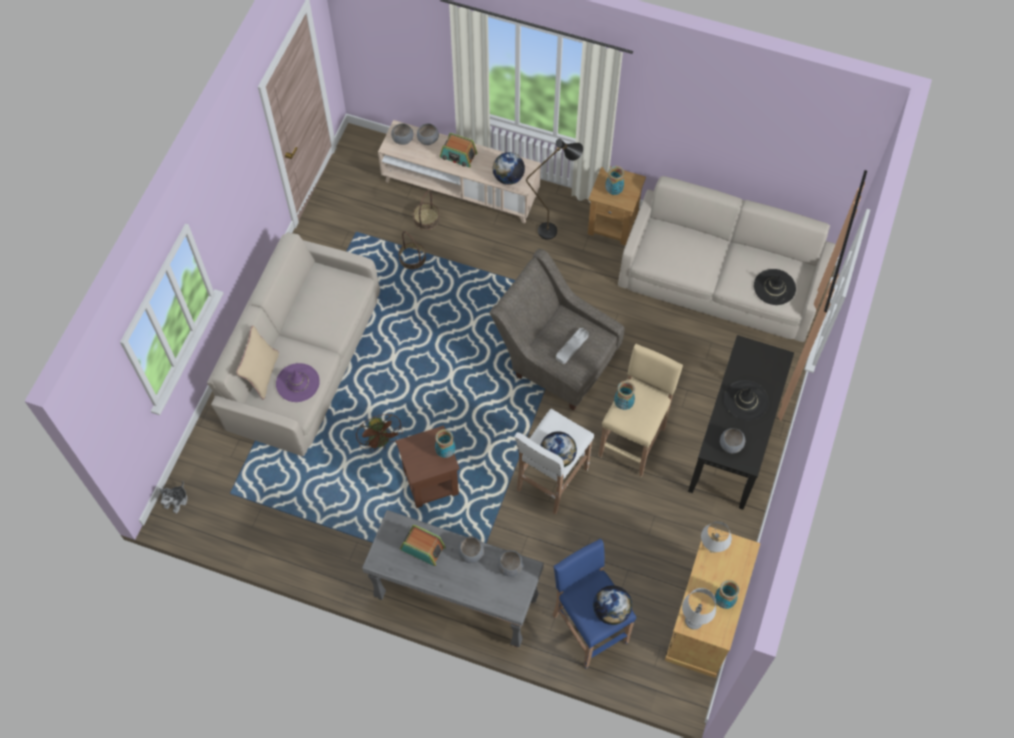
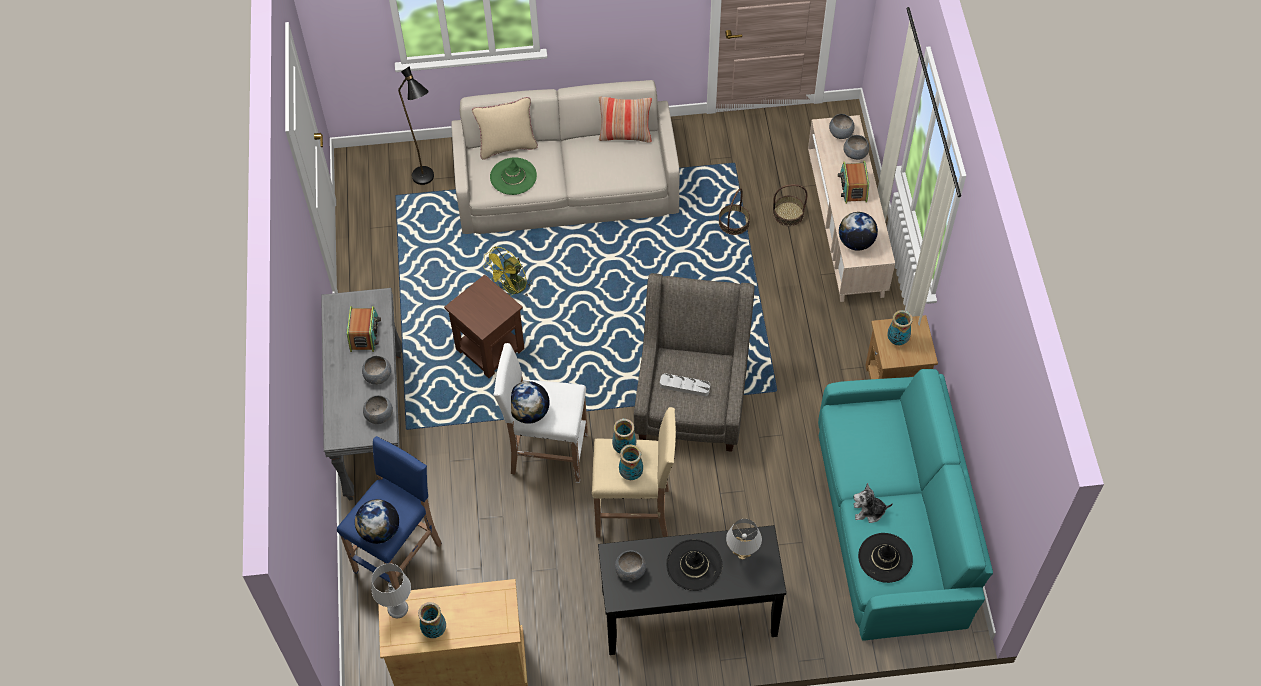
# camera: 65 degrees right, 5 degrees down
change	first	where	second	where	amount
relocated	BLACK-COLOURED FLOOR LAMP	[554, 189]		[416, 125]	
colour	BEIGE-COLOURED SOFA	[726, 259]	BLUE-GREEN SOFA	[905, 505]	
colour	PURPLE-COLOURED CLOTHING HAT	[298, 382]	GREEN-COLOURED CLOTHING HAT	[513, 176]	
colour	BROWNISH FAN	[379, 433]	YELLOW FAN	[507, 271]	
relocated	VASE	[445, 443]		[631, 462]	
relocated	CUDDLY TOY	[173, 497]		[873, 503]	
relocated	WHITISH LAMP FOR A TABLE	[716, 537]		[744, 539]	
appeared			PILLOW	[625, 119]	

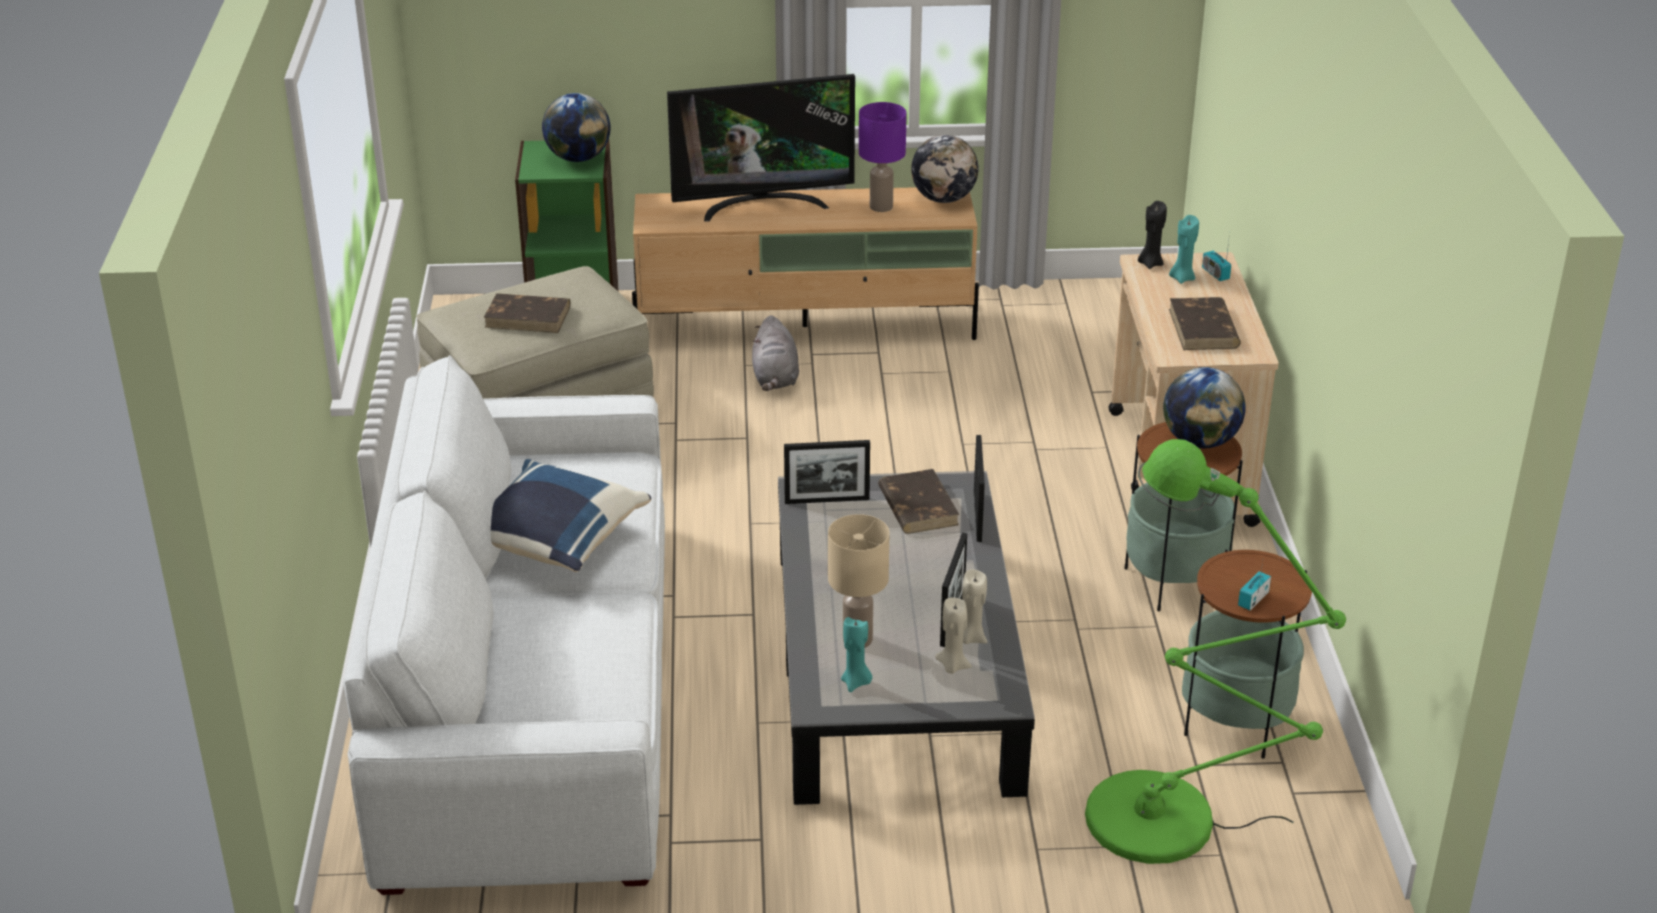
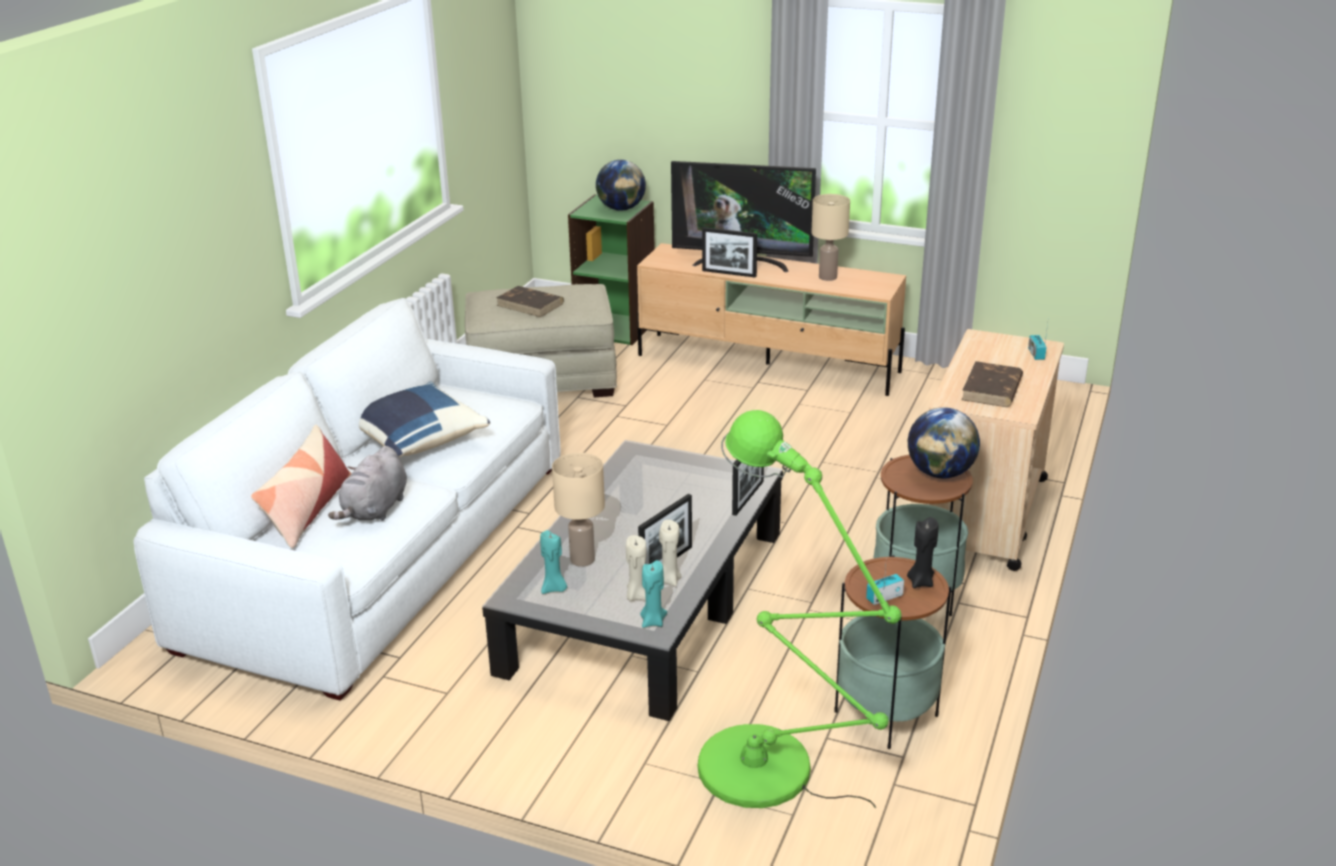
# camera: 25 degrees right, 5 degrees down
change	first	where	second	where	amount
colour	PURPLE-COLOURED LAMP FOR A TABLE	[883, 157]	BEIGE-COLOURED LAMP FOR A TABLE	[830, 237]	
missing	GLOBE	[944, 169]			
relocated	BLACK-COLOURED WAX LIGHT	[1152, 235]		[922, 552]	
relocated	BLUE-GREEN WAX LIGHT	[1184, 249]		[653, 594]	
relocated	GREYISH CUDDLY TOY	[775, 353]		[367, 483]	
relocated	PHOTO FRAME	[827, 472]		[729, 252]	
missing	BROWNISH VOLUME	[918, 501]			
appeared			PILLOW	[301, 486]	

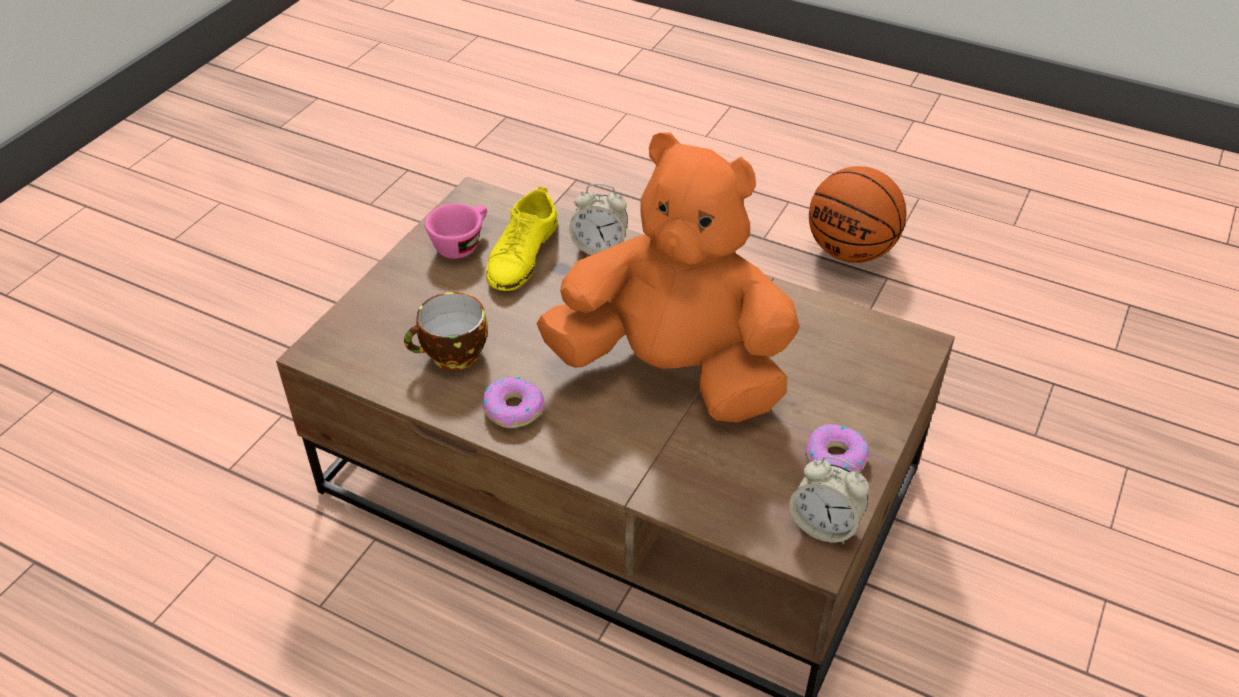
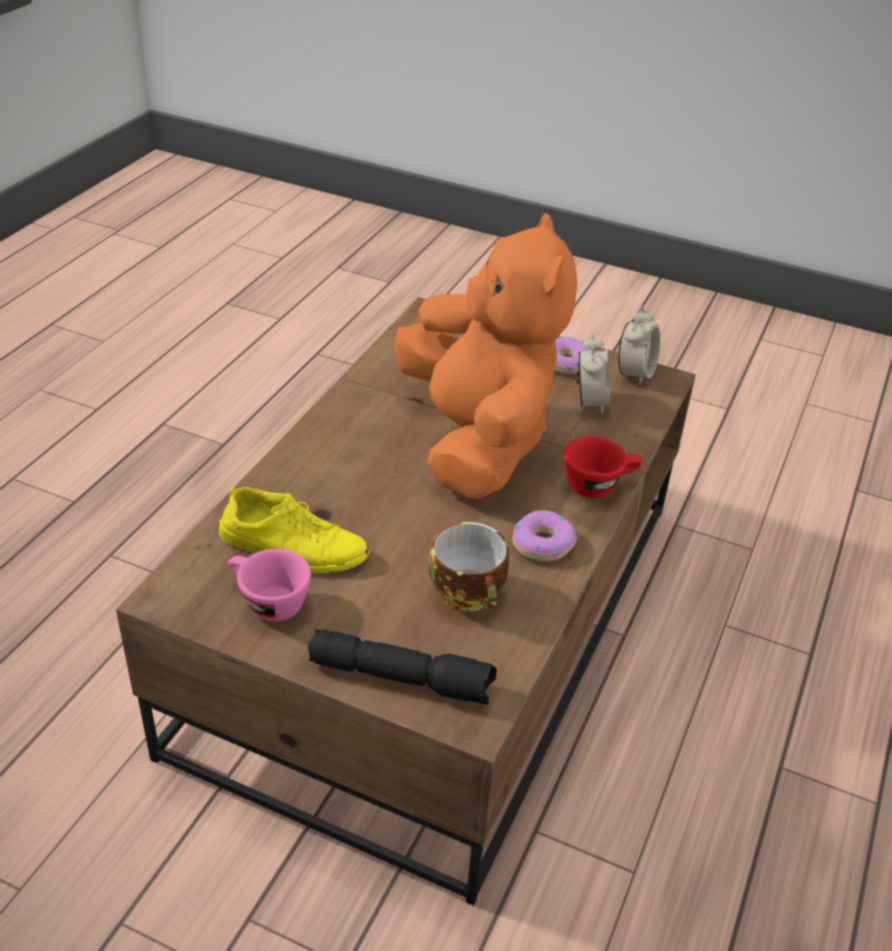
# camera: 95 degrees left, 5 degrees down
change	first	where	second	where	amount
spun	ORANGE-COLOURED CUDDLY TOY	[668, 277]		[485, 356]	150 degrees clockwise
missing	BASKETBALL	[858, 214]			
relocated	TABLE CLOCK	[598, 219]		[593, 374]	
appeared			REDDISH SMALL CUP	[603, 467]	
appeared			BLACK-COLOURED FLASHLIGHT	[402, 667]	

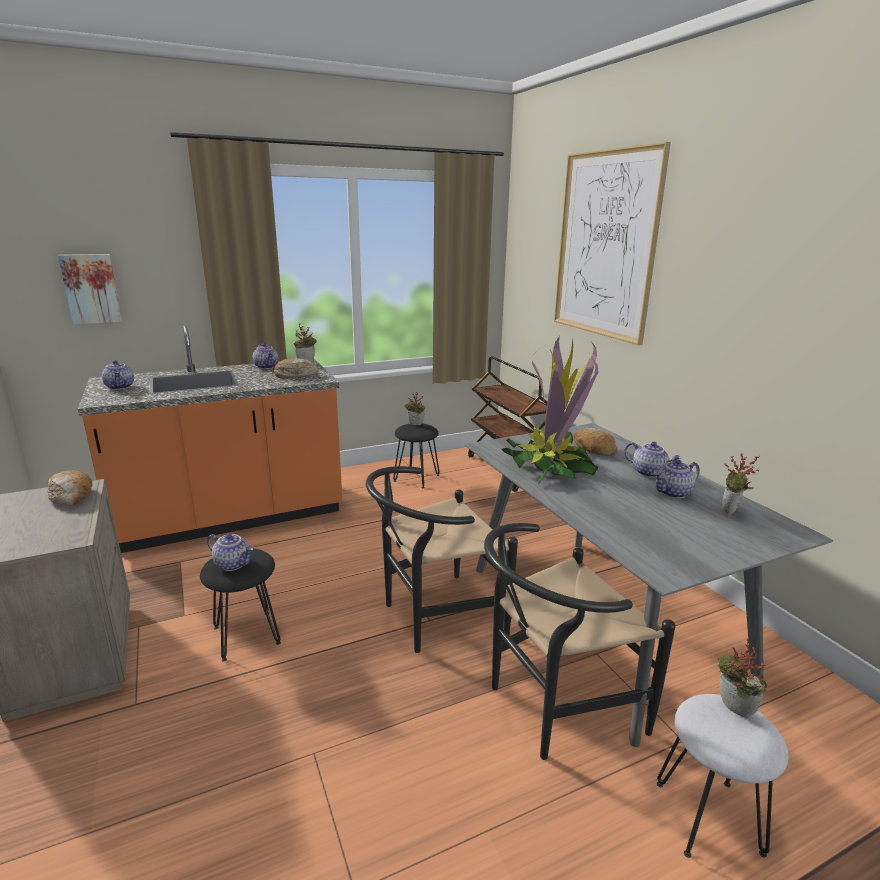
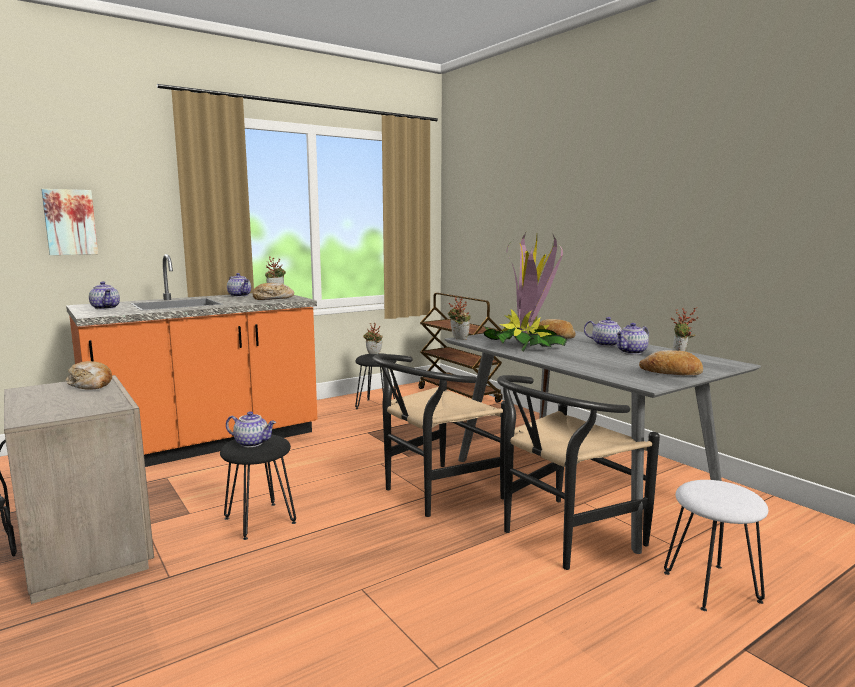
# camera: 10 degrees left, 10 degrees down
change	first	where	second	where	amount
missing	PICTURE	[612, 243]			
relocated	PLANT IN A POT	[742, 678]		[459, 318]	
appeared			BAKED BREAD	[671, 363]	

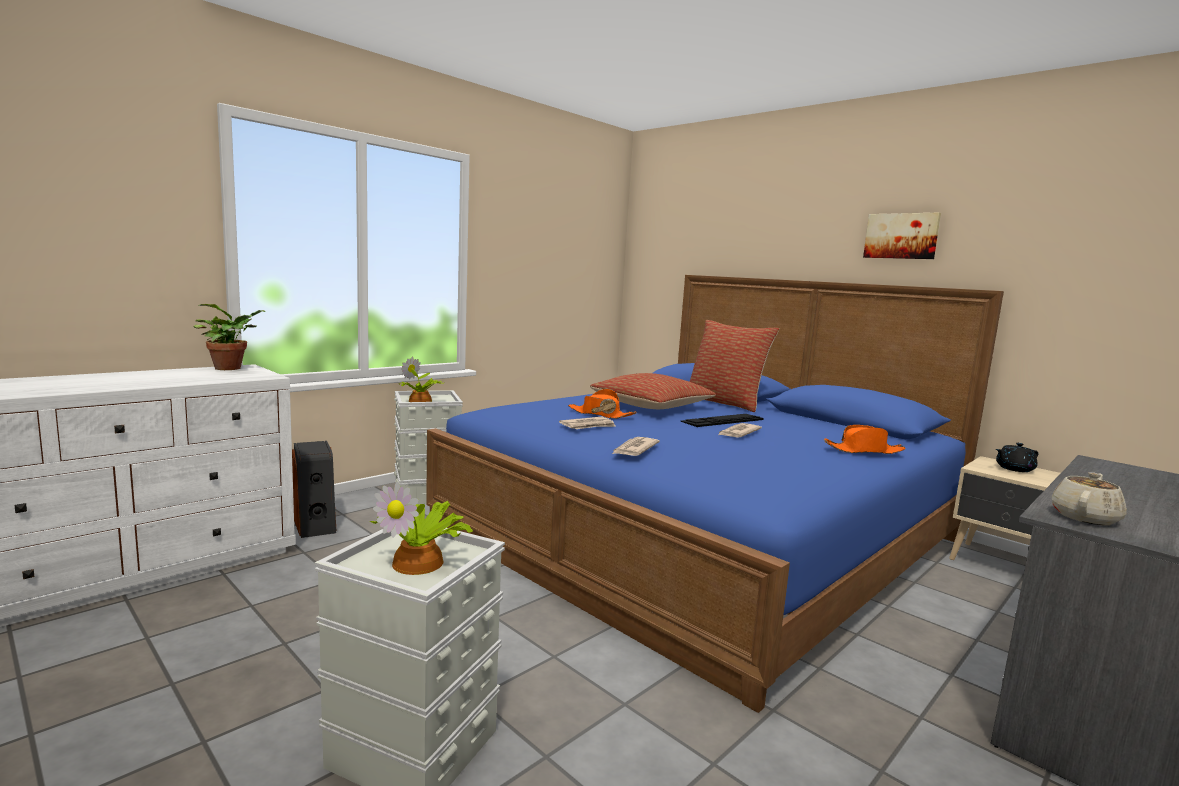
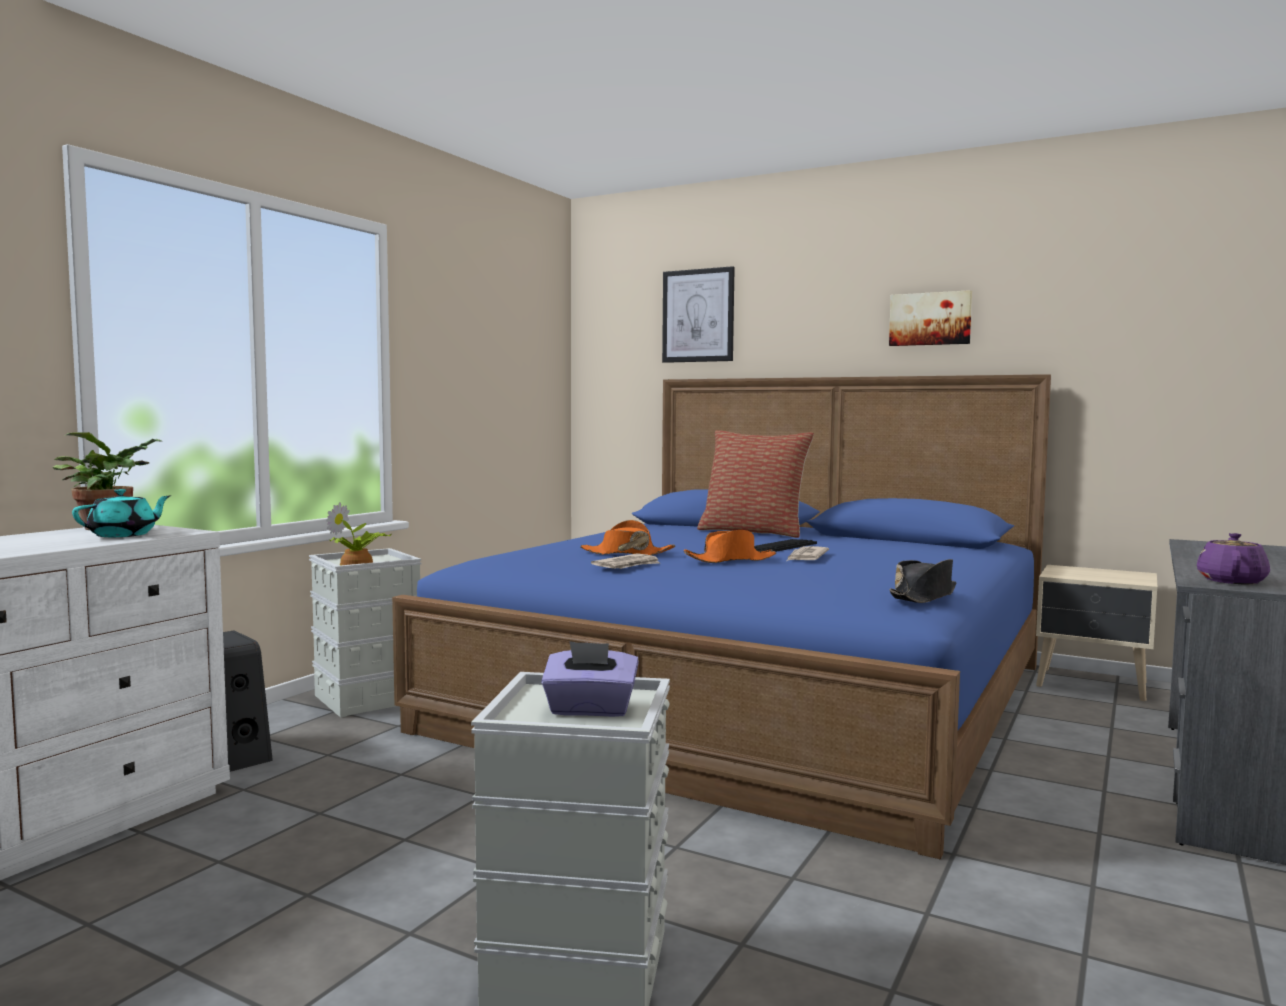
# camera: 15 degrees left, 5 degrees down
change	first	where	second	where	amount
missing	PILLOW	[653, 391]			
relocated	ORANGE-COLOURED CLOTHING HAT	[865, 439]		[730, 546]	
missing	NEWSPAPER	[636, 446]			
missing	BLACK-COLOURED TEAPOT	[1017, 457]			
colour	BEIGE-COLOURED TEAPOT	[1089, 498]	PURPLE-COLOURED TEAPOT	[1233, 558]	
exchanged	PLANT IN A POT	[421, 528]	PURPLE-COLOURED TISSUE BOX	[590, 679]	
appeared			PICTURE	[698, 314]	
appeared			BLUE-GREEN TEAPOT	[121, 513]	
appeared			BLACK-COLOURED CLOTHING HAT	[922, 581]	

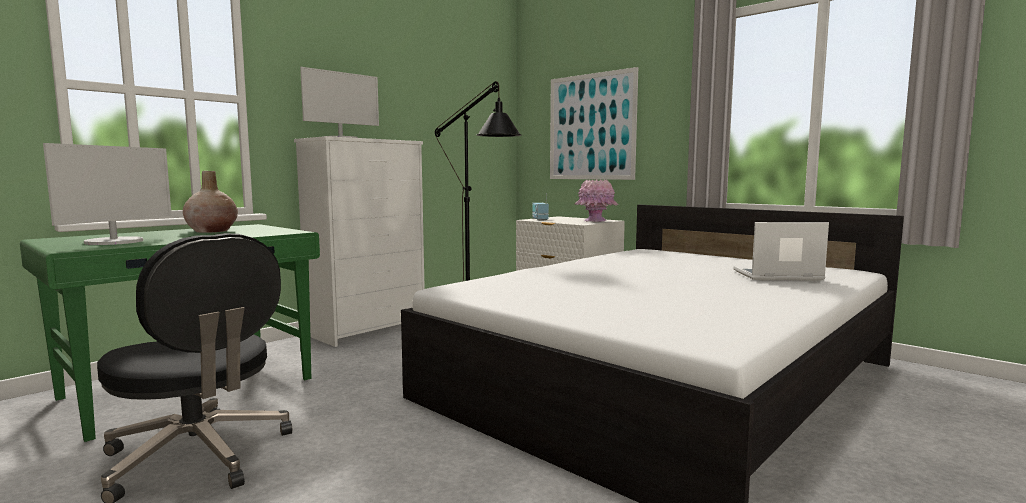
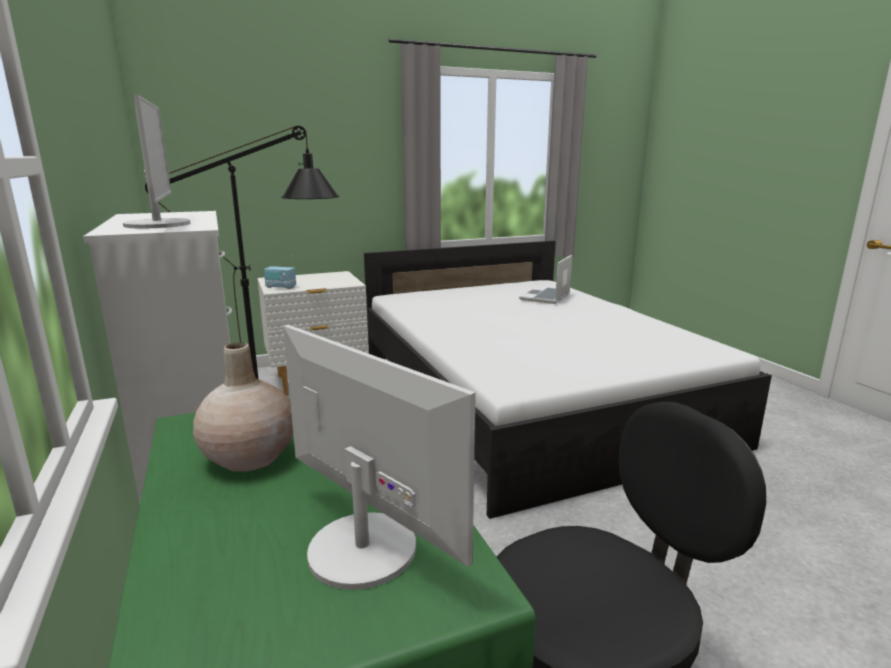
# camera: 65 degrees left, 10 degrees up
change	first	where	second	where	amount
missing	PICTURE	[594, 123]			
missing	PINKISH VASE	[596, 200]			

